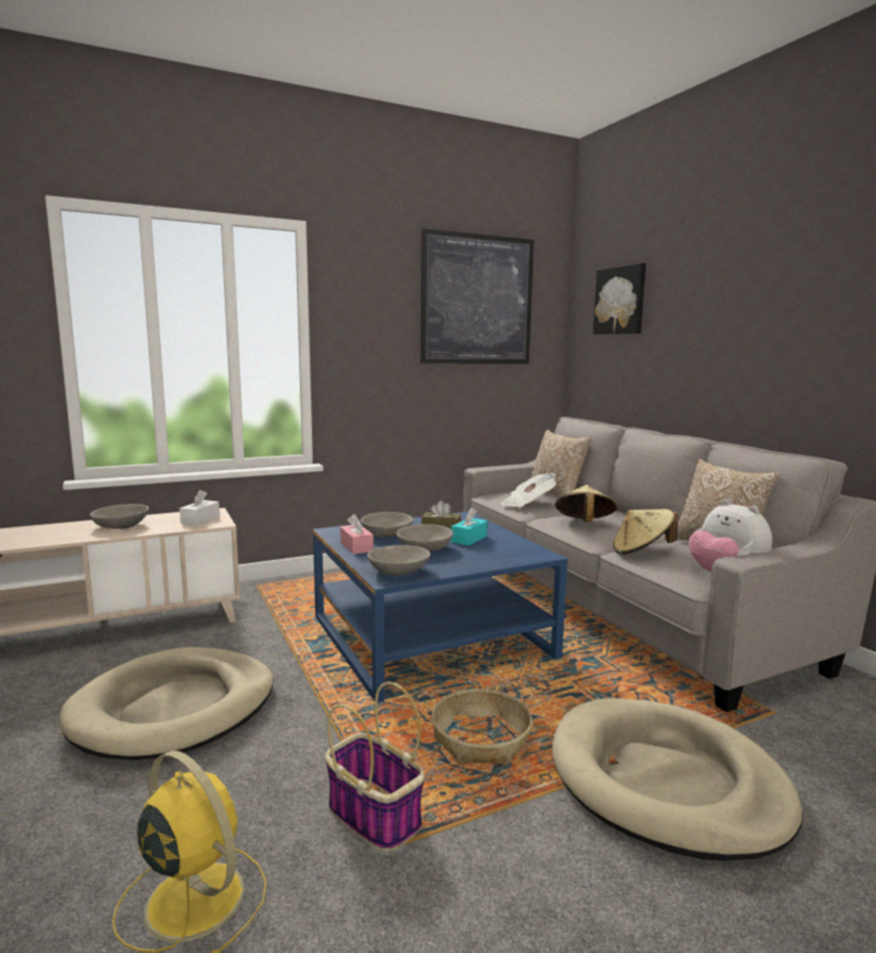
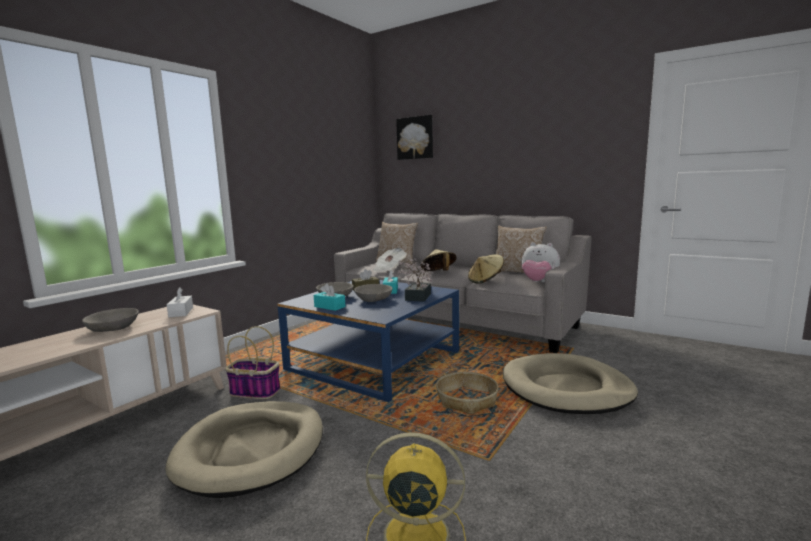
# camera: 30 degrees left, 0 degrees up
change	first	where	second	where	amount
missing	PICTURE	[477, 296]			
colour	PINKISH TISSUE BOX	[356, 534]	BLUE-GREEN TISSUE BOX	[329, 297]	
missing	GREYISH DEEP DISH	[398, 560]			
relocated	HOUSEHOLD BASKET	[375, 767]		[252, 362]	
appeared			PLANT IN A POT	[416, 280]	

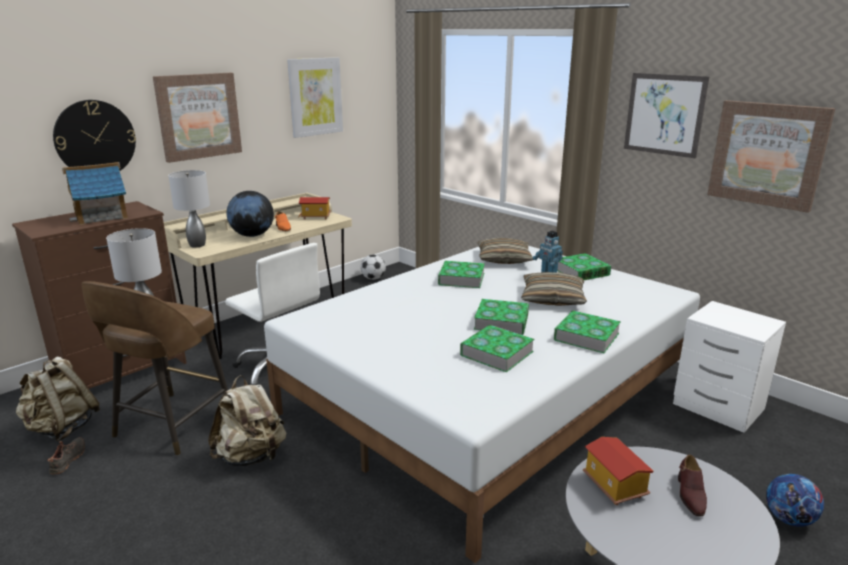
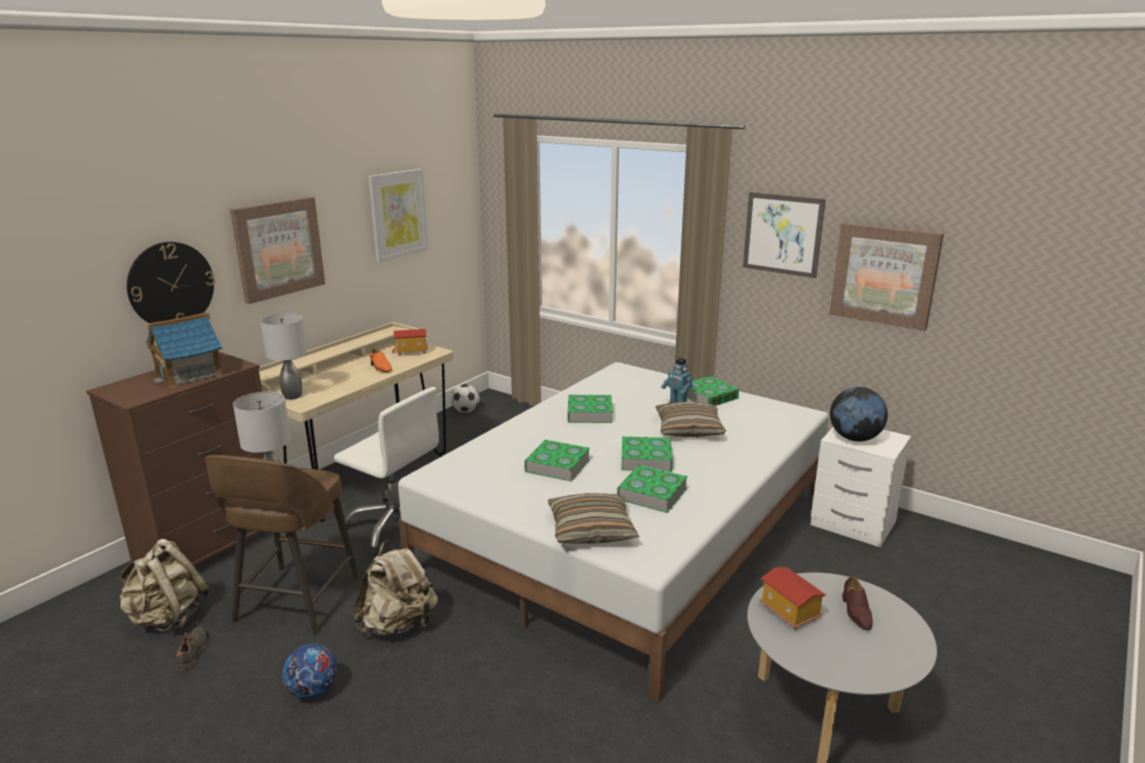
# camera: 10 degrees left, 0 degrees up
change	first	where	second	where	amount
relocated	GLOBE	[250, 214]		[859, 414]	
relocated	PILLOW	[505, 251]		[593, 518]	
relocated	VOLUME	[587, 332]		[557, 461]	
relocated	FOOTBALL	[795, 500]		[310, 671]	

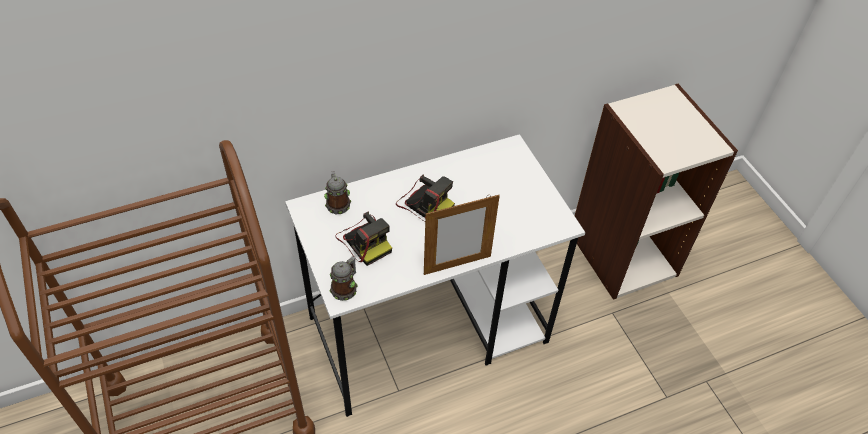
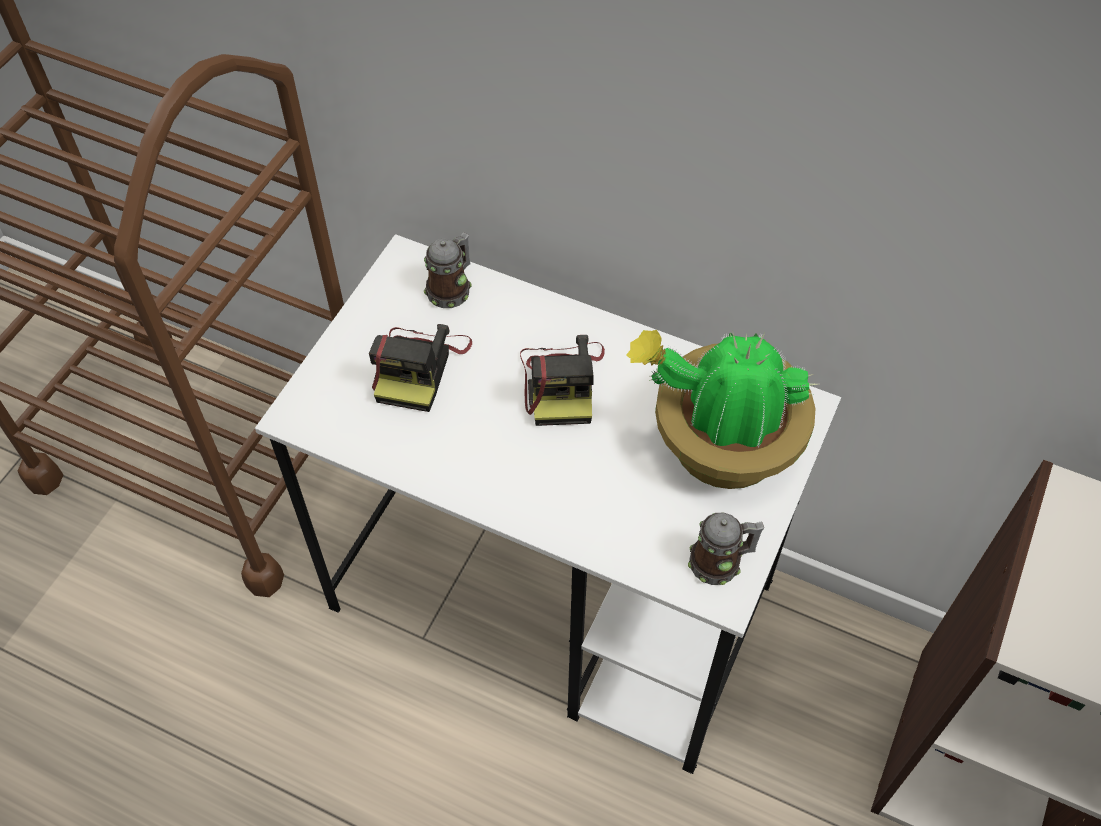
# camera: 50 degrees right, 5 degrees up
change	first	where	second	where	amount
missing	PHOTO FRAME	[462, 235]			
relocated	TEA MUG	[343, 278]		[726, 548]	
appeared			PLANT IN A POT	[722, 409]	

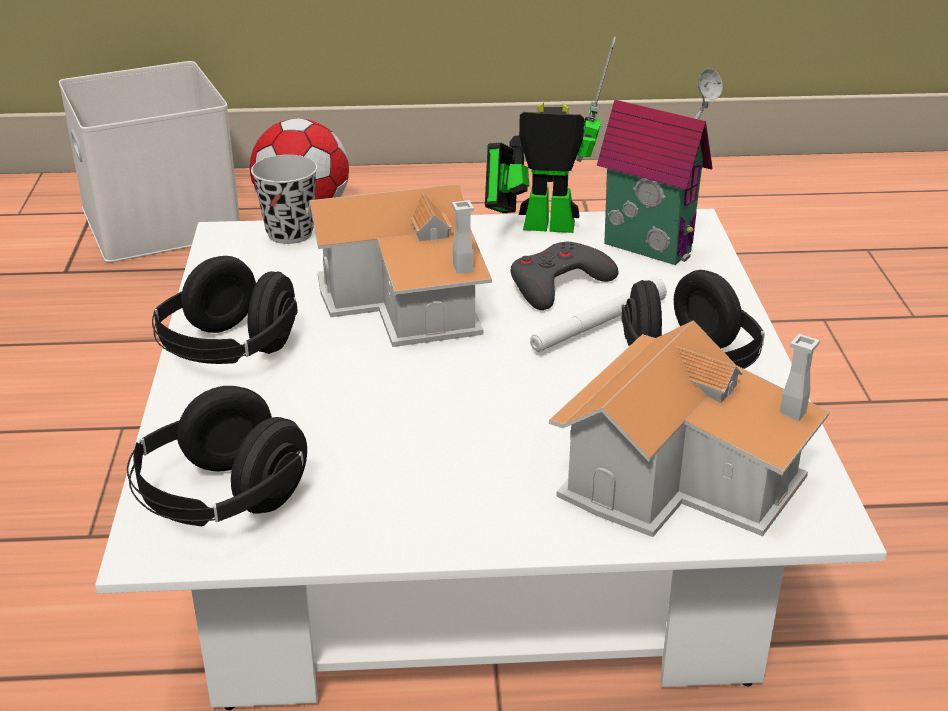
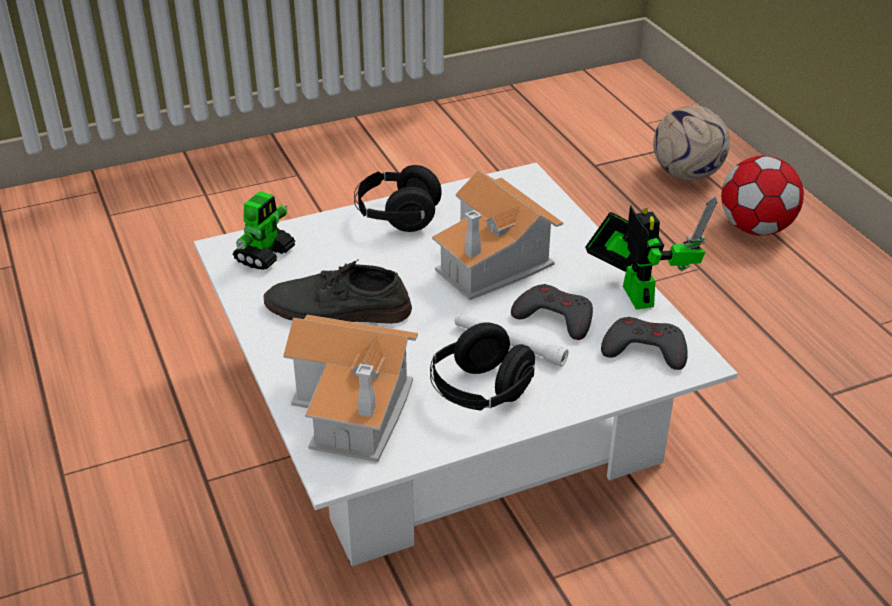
# camera: 70 degrees right, 5 degrees up
change	first	where	second	where	amount
exchanged	WHITISH STORAGE BOX	[149, 162]	FOOTBALL	[691, 142]	
exchanged	MODEL HOUSE	[660, 166]	GREYISH GAME CONTROLLER	[644, 343]	
missing	BLACK-COLOURED SMALL CUP	[284, 199]			
exchanged	BLACK-COLOURED HEADSET	[217, 456]	TOY ROBOT	[264, 230]	
appeared			GREYISH SHOE	[337, 291]	

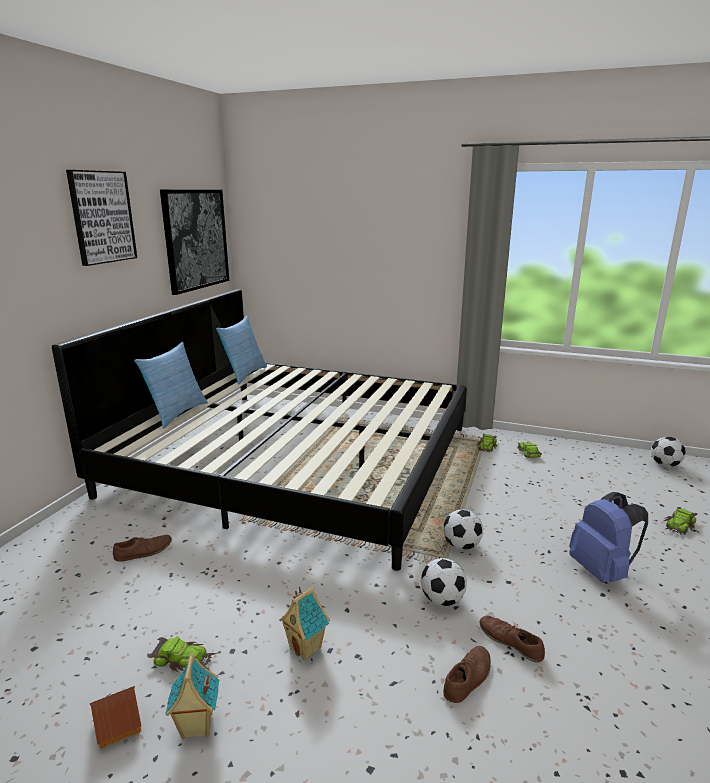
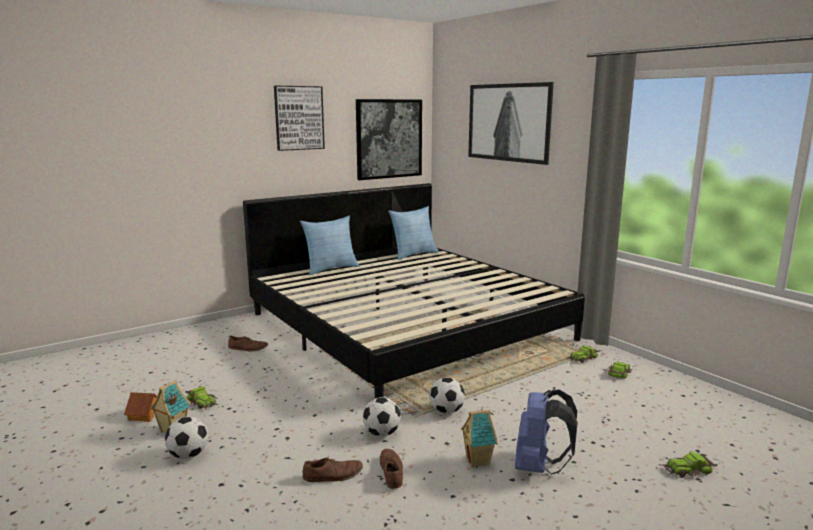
# camera: 35 degrees right, 5 degrees down
change	first	where	second	where	amount
relocated	FOOTBALL	[668, 452]		[186, 438]	
relocated	MODEL HOUSE	[304, 623]		[479, 438]	
appeared			PICTURE	[511, 123]	

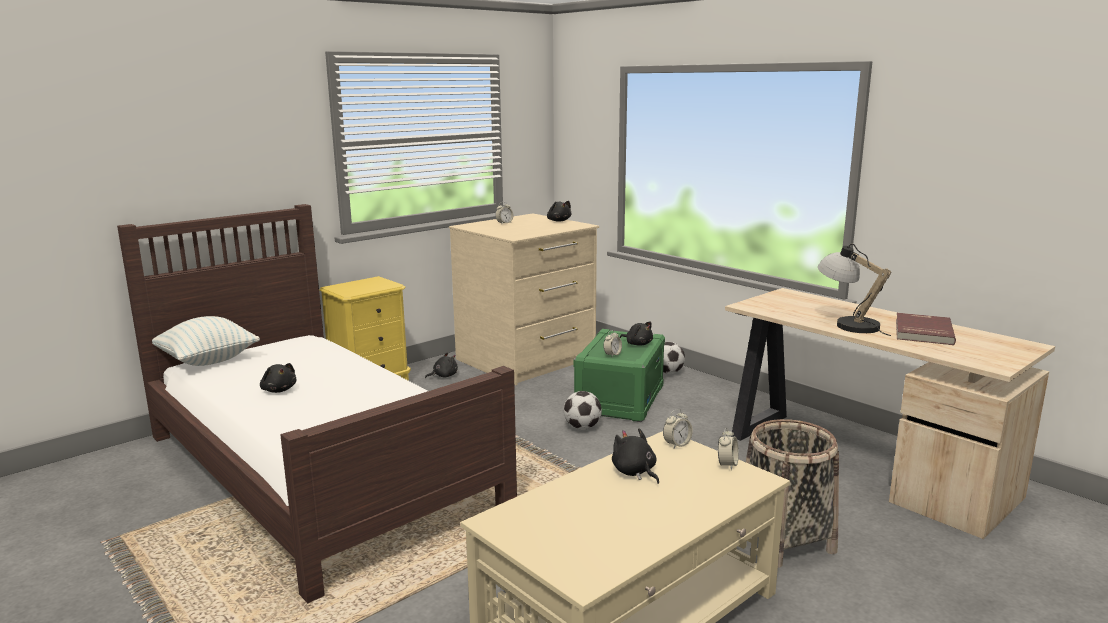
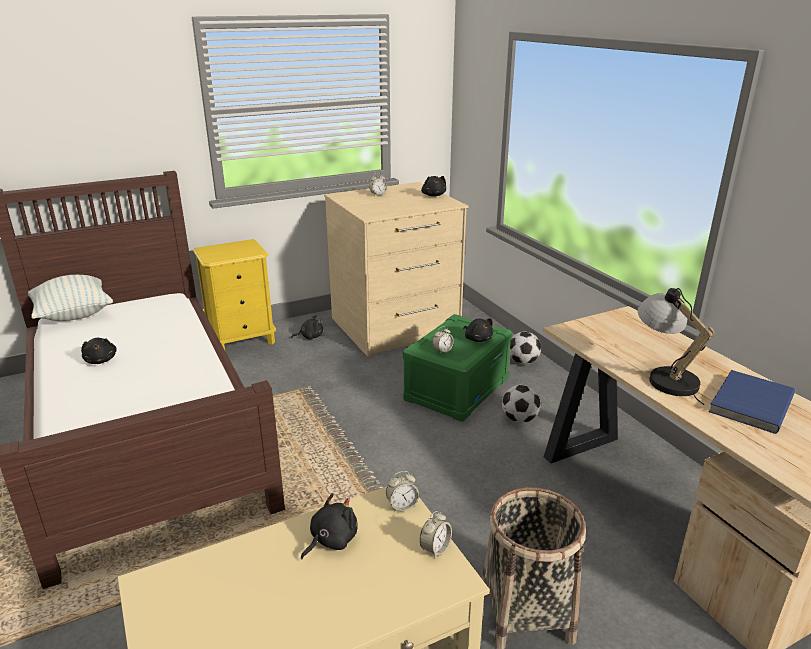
# camera: 15 degrees right, 10 degrees up
change	first	where	second	where	amount
colour	REDDISH VOLUME	[926, 329]	BLUE VOLUME	[752, 402]	
relocated	FOOTBALL	[583, 410]		[521, 404]	
spun	BLACK-COLOURED CUDDLY TOY	[635, 456]		[329, 526]	60 degrees clockwise

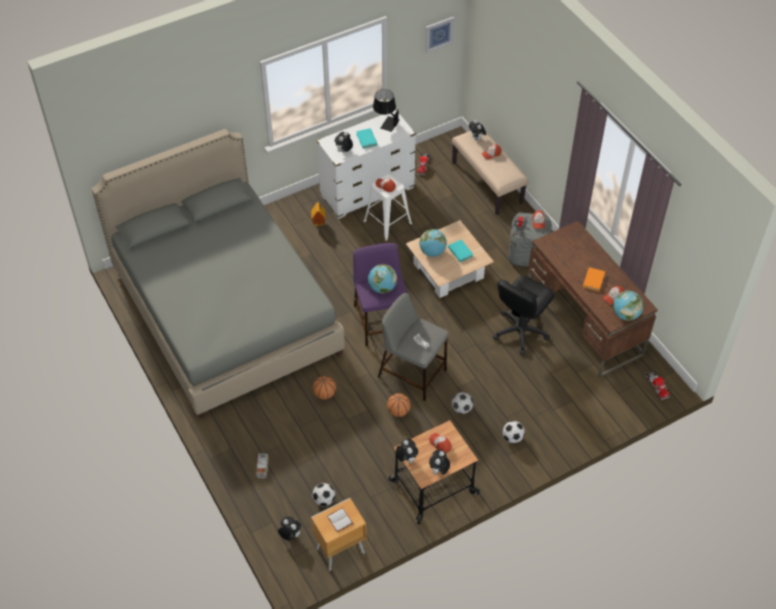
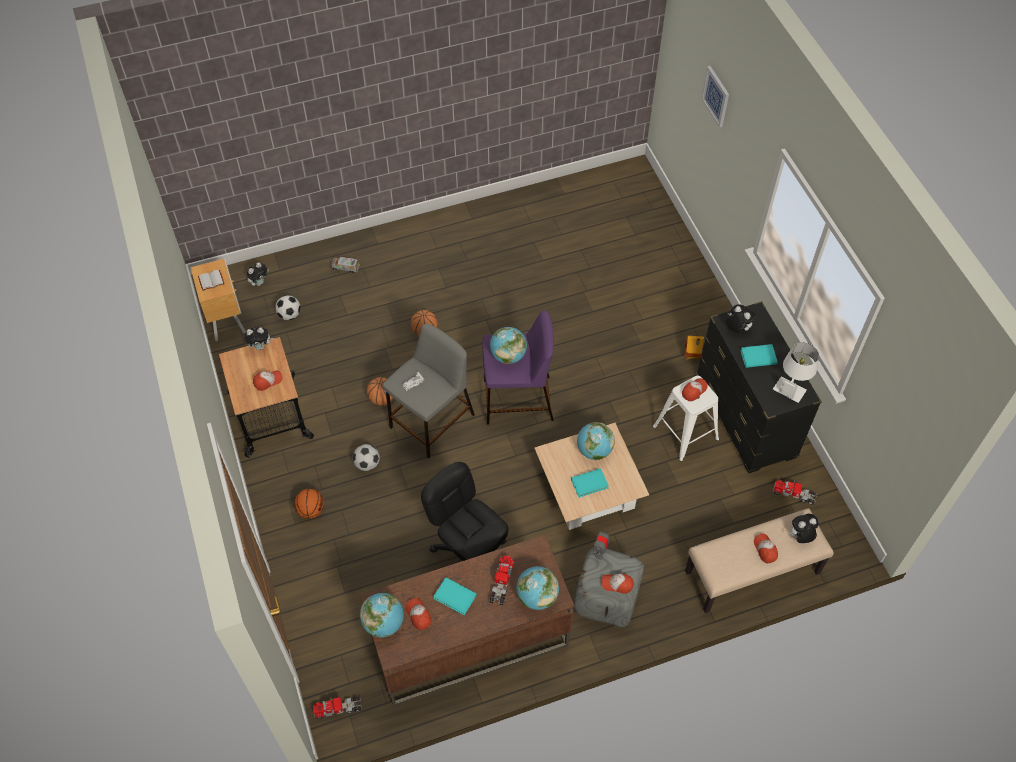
# camera: 100 degrees right, 5 degrees up
change	first	where	second	where	amount
relocated	PICTURE	[439, 35]		[715, 97]	
colour	BLACK-COLOURED LAMP FOR A TABLE	[386, 110]	WHITISH LAMP FOR A TABLE	[796, 372]	
colour	WHITISH DRAWER CHEST	[366, 164]	BLACK-COLOURED DRAWER CHEST	[759, 387]	
missing	GREYISH SLEEPING BED	[218, 274]			
colour	ORANGE-COLOURED VOLUME	[594, 279]	BLUE-GREEN VOLUME	[455, 596]	
exchanged	FOOTBALL	[513, 432]	BASKETBALL	[309, 504]	
missing	CUDDLY TOY	[439, 463]			
appeared			TOY LORRY	[502, 580]	
appeared			GLOBE	[537, 588]	

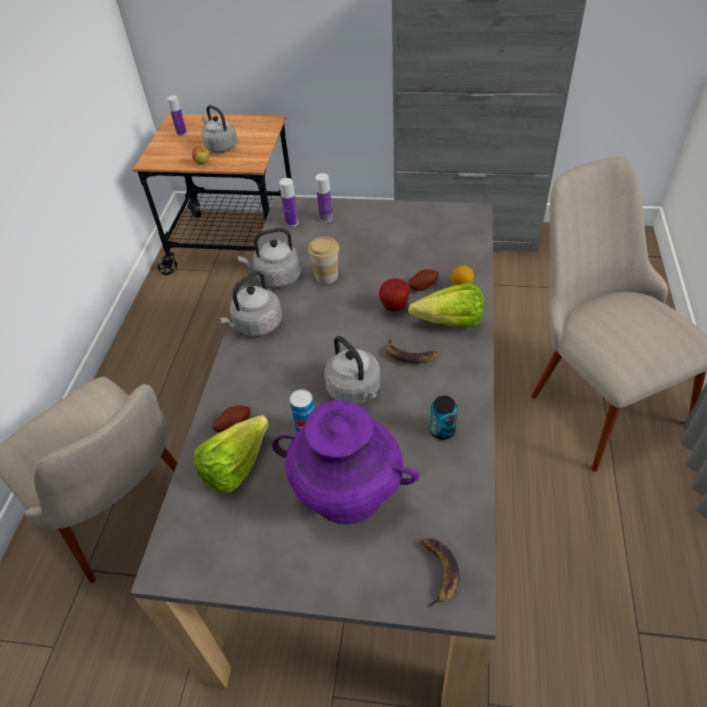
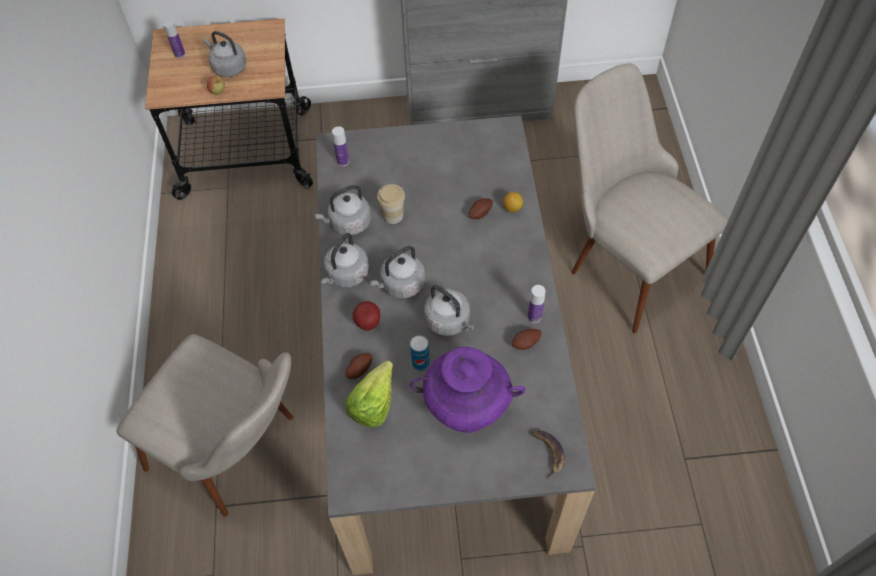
# camera: 15 degrees left, 10 degrees up
change	first	where	second	where	amount
relocated	BEVERAGE BOTTLE	[324, 197]		[537, 304]	
relocated	APPLE	[394, 295]		[366, 316]	
missing	LETTUCE	[446, 305]			
missing	BANANA FRUIT	[411, 351]			
exchanged	METAL CAN	[444, 418]	POTATO	[526, 339]	
appeared			GREYISH WATER KETTLE	[397, 272]	

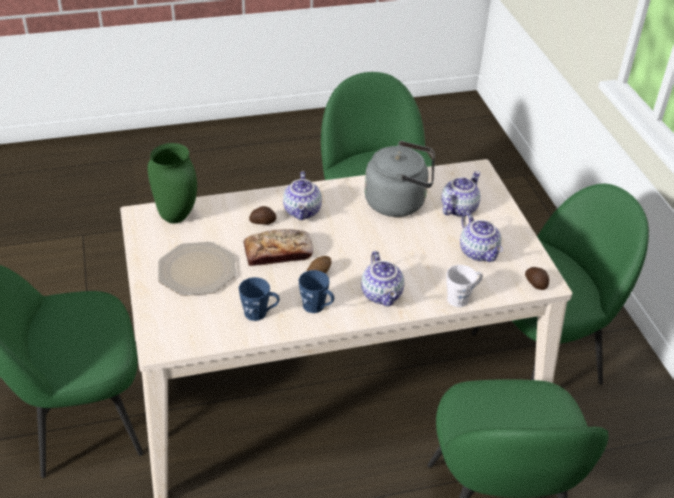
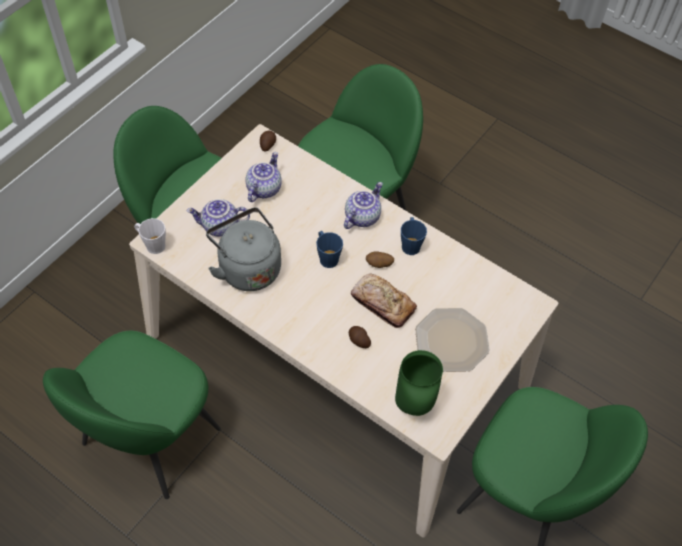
# camera: 130 degrees left, 15 degrees up
change	first	where	second	where	amount
missing	TEAPOT	[302, 195]			
relocated	WHITISH TEA MUG	[464, 286]		[150, 236]	
relocated	BLUE TEA MUG	[259, 299]		[329, 249]	

